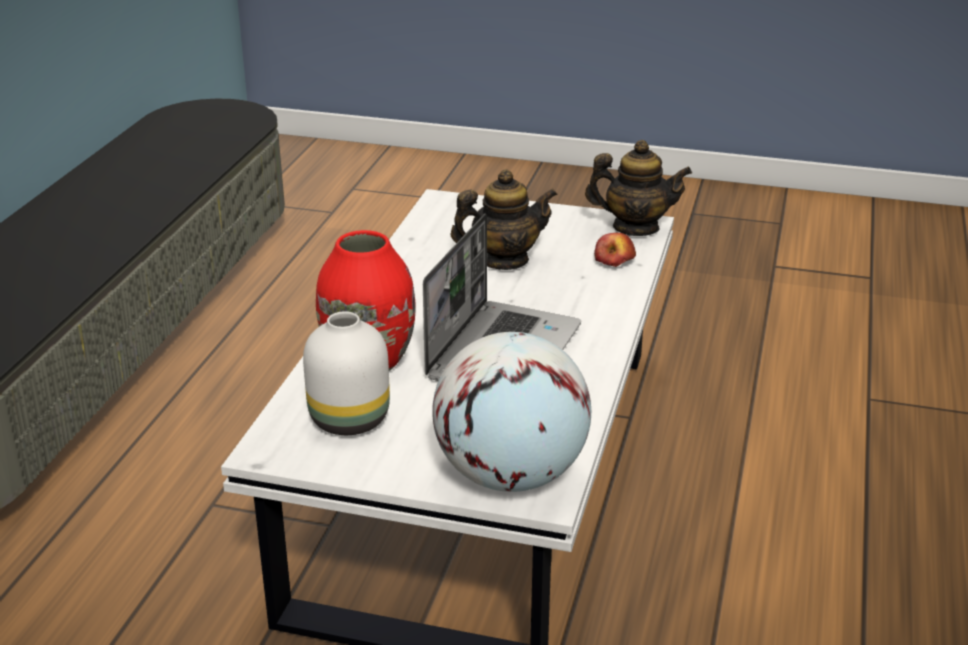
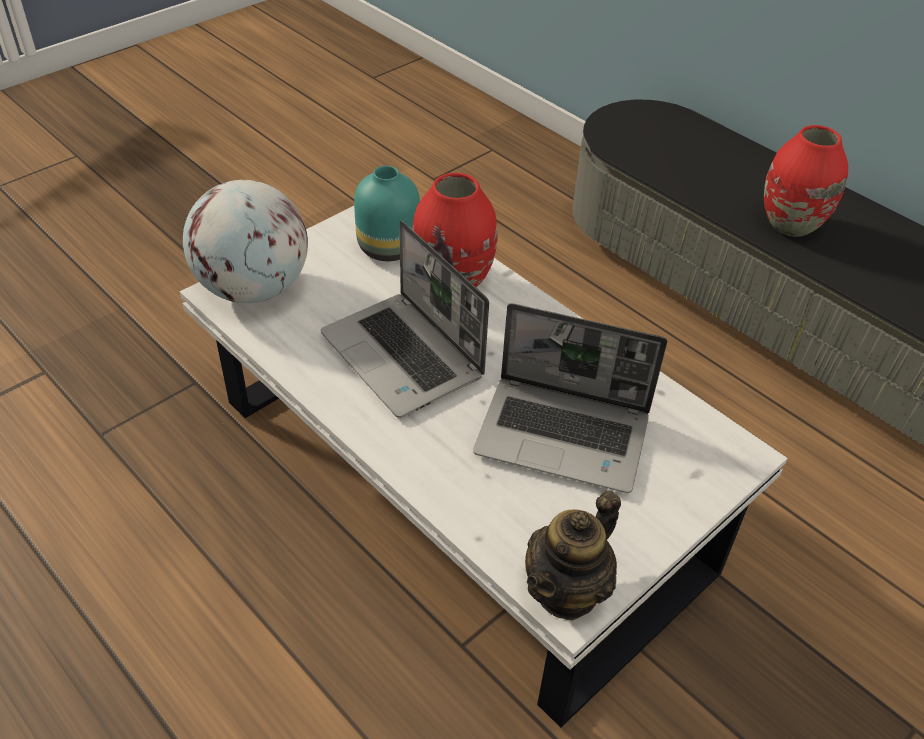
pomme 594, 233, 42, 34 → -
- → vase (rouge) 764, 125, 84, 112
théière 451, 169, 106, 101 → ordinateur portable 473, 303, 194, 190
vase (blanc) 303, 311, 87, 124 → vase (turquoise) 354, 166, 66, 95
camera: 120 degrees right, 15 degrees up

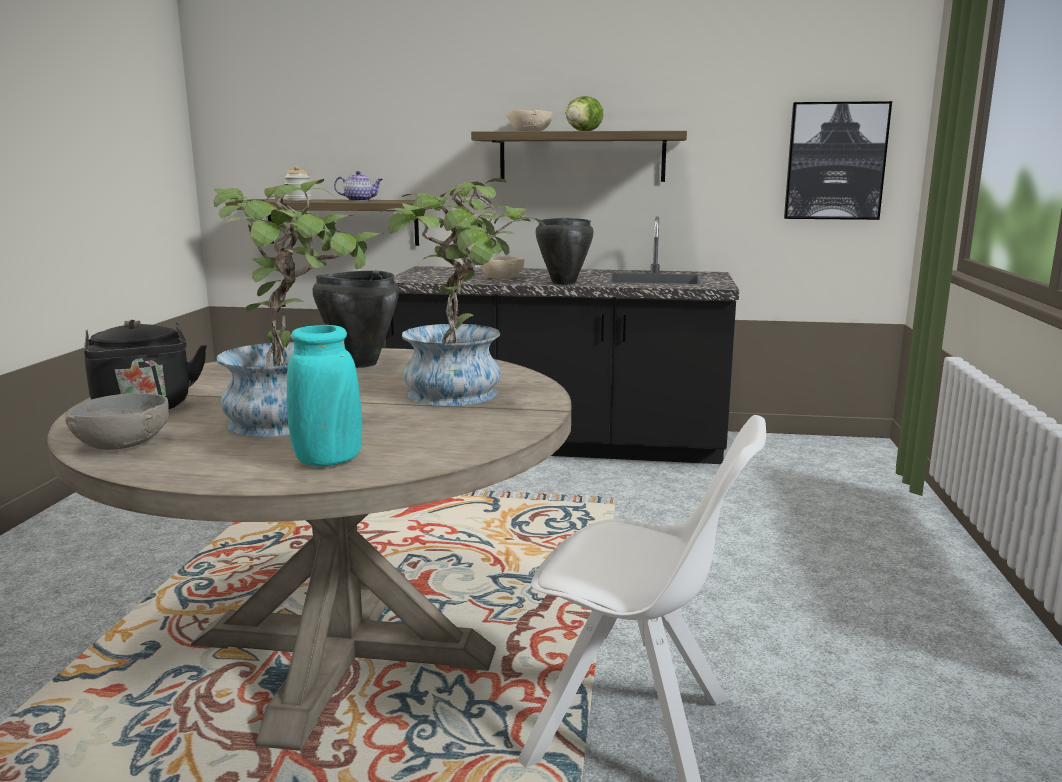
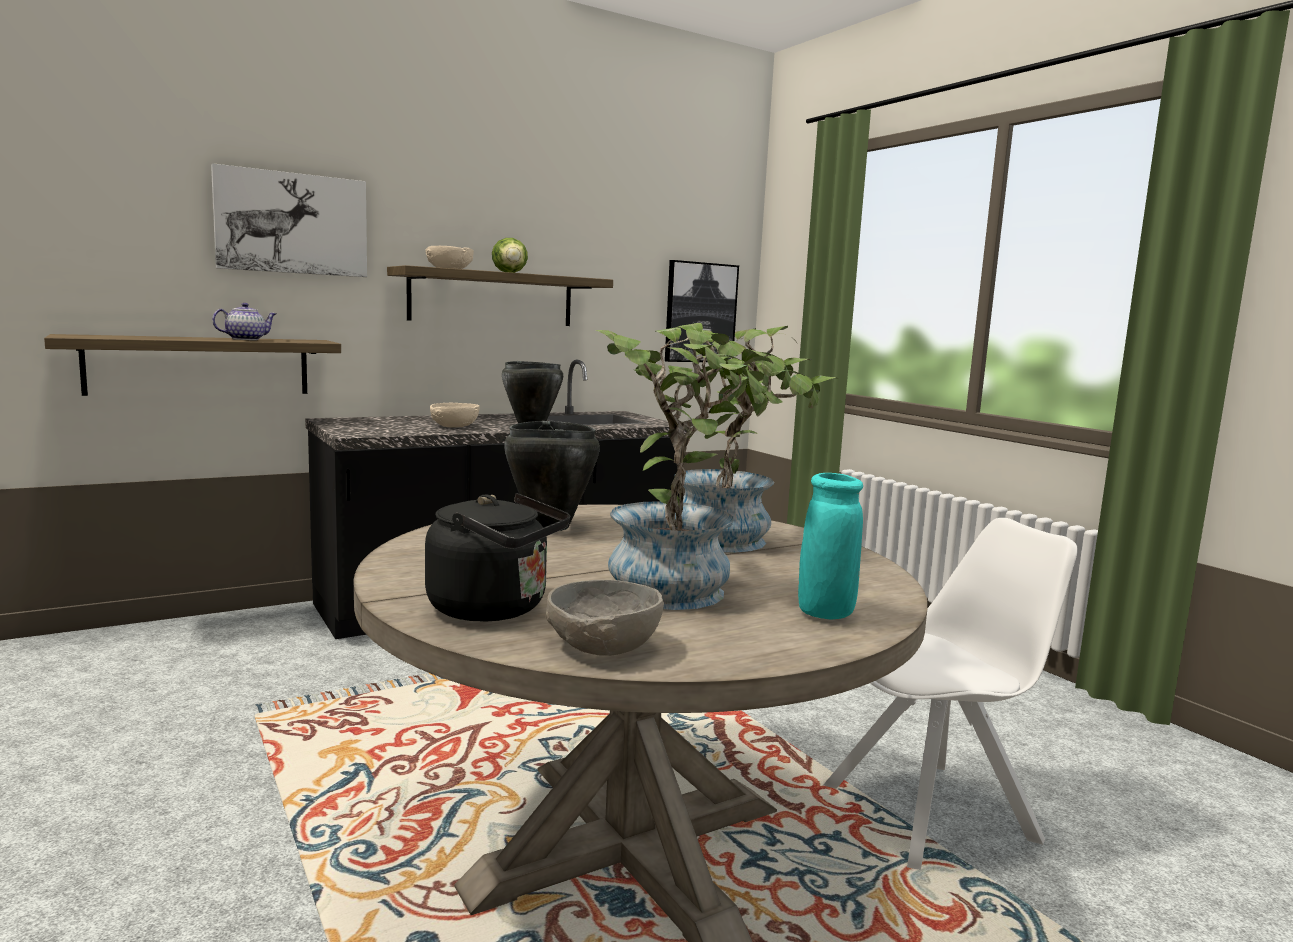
bocal 284, 166, 27, 35 → -
- → tableau 211, 163, 156, 114
camera: 40 degrees left, 5 degrees down

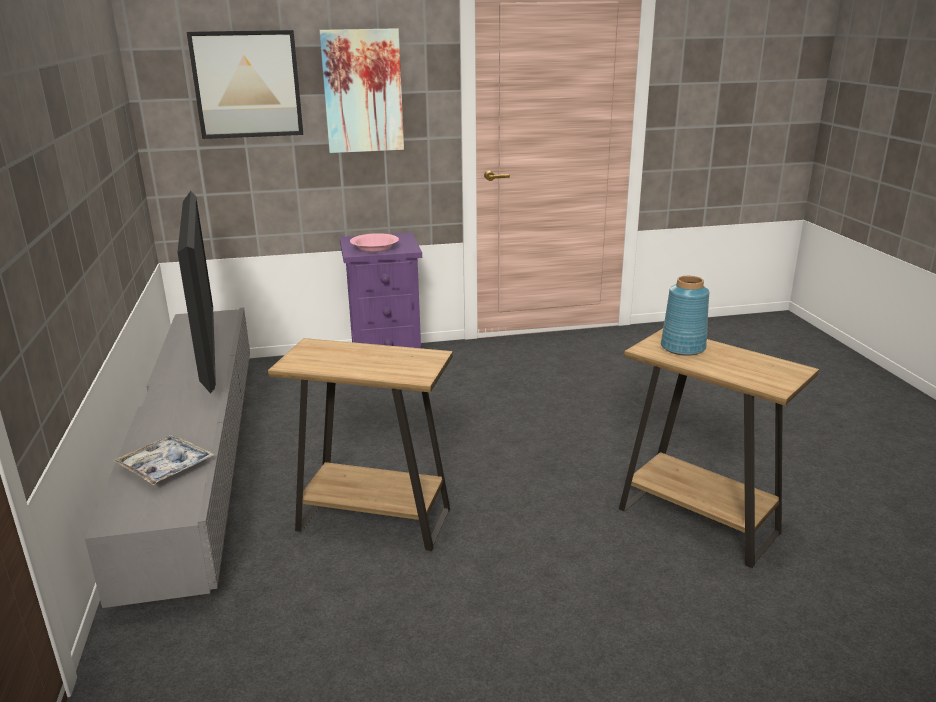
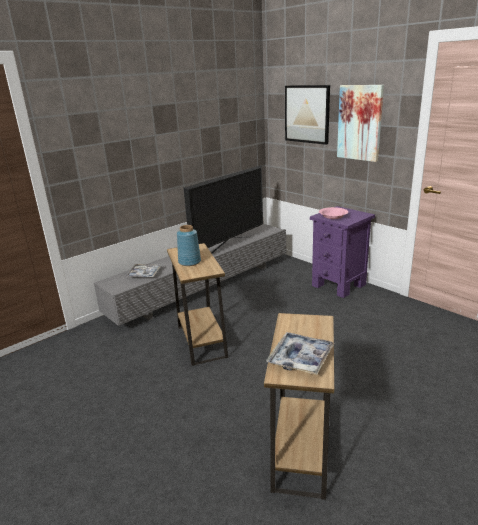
- → plateau 266, 332, 69, 43
vase (bleu) 661, 276, 48, 80 → vase (bleu) 177, 225, 24, 41, moved
camera: 60 degrees right, 0 degrees up

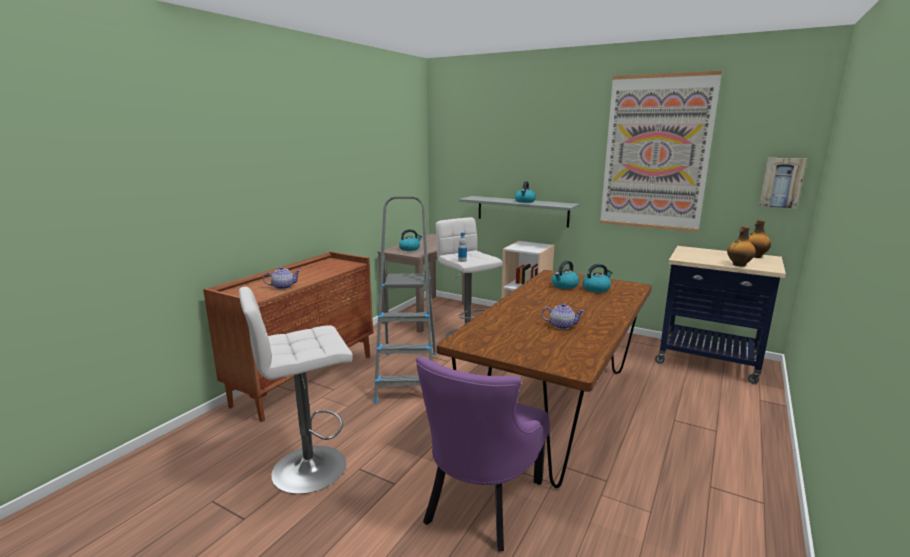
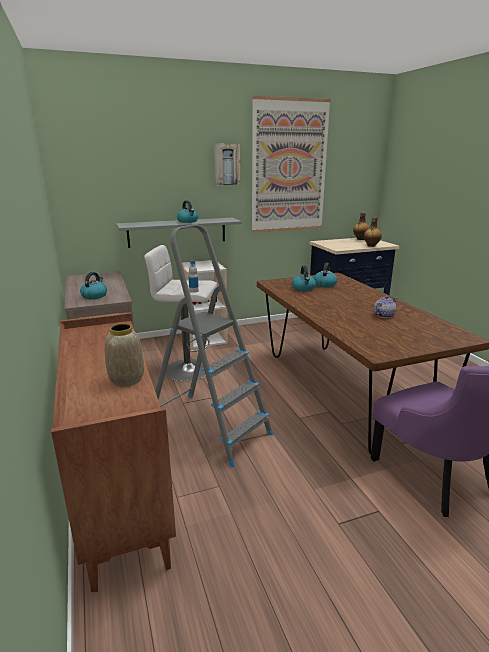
tabouret (blanc) 239, 287, 114, 207 → -
tableau 759, 158, 48, 51 → tableau 214, 144, 26, 41, moved
théière 263, 267, 38, 22 → vase 105, 323, 39, 64
camera: 50 degrees left, 5 degrees up

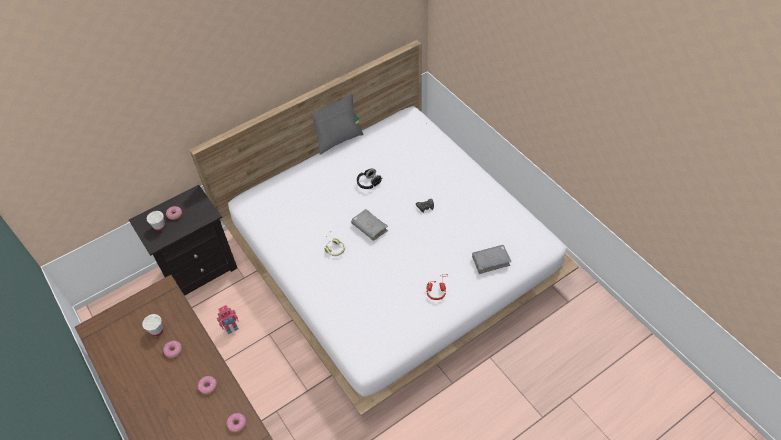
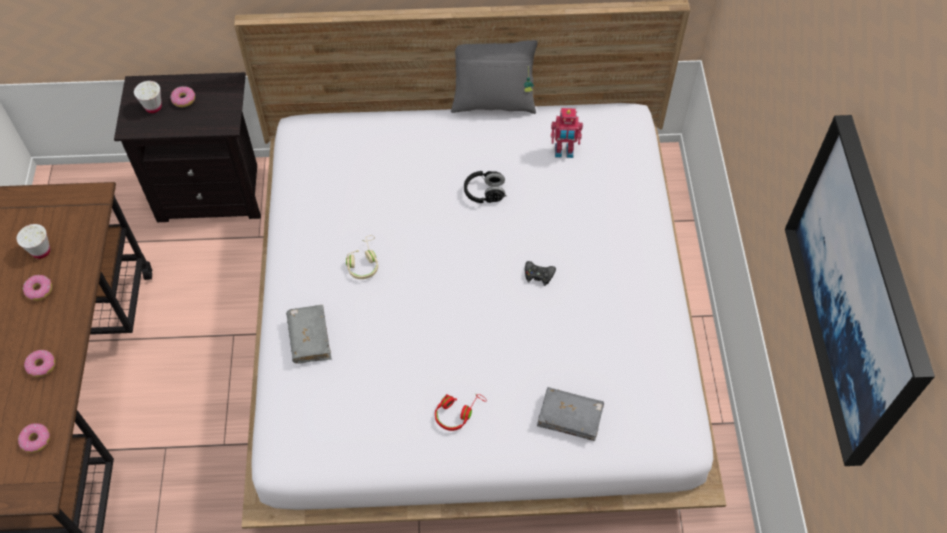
- → tableau 785, 115, 150, 351
robot jouet 217, 305, 22, 29 → robot jouet 551, 108, 32, 50, moved
livre (gris) 351, 209, 37, 32 → livre (gris) 286, 305, 45, 59, moved
camera: 30 degrees right, 5 degrees up

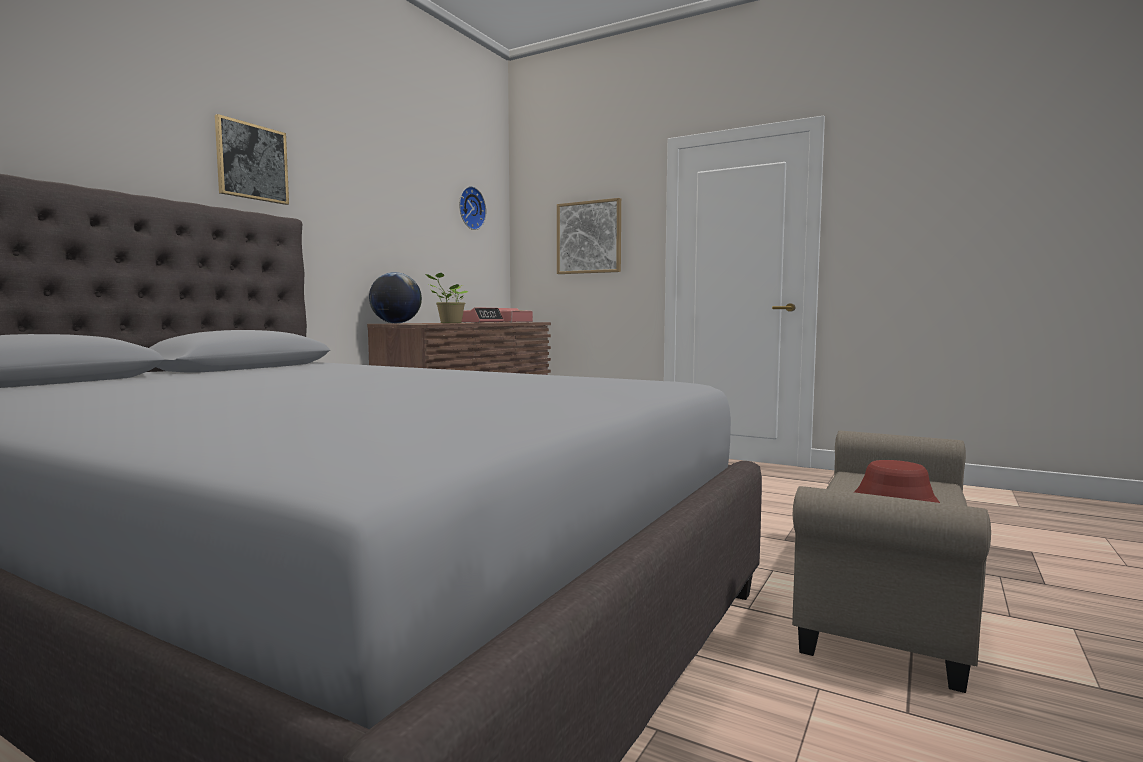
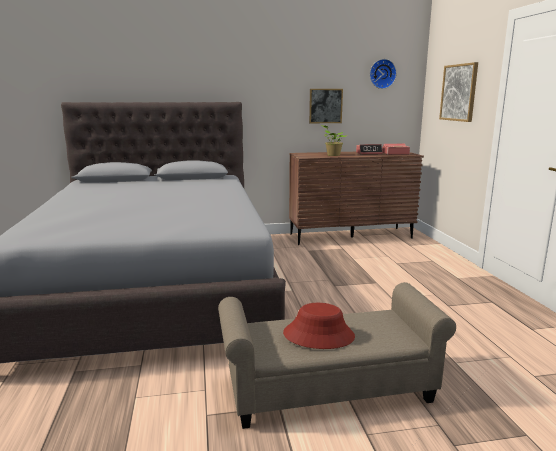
globe 369, 272, 53, 51 → -
tableau 215, 114, 74, 91 → tableau 309, 89, 34, 34, moved
camera: 50 degrees right, 10 degrees up

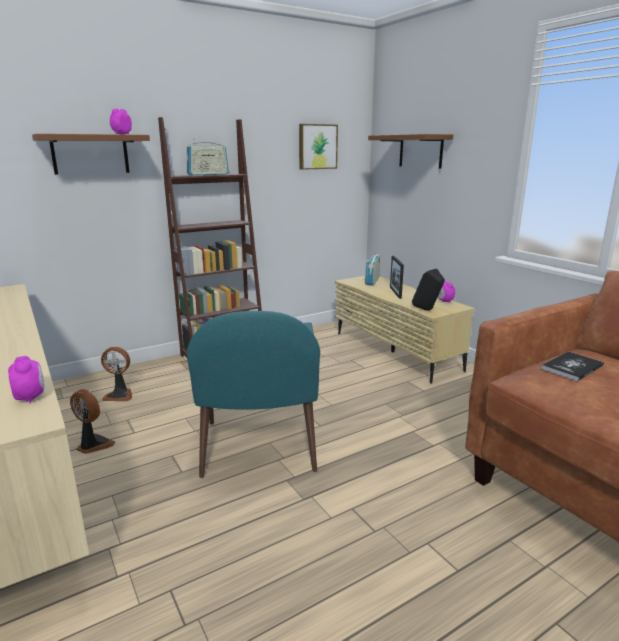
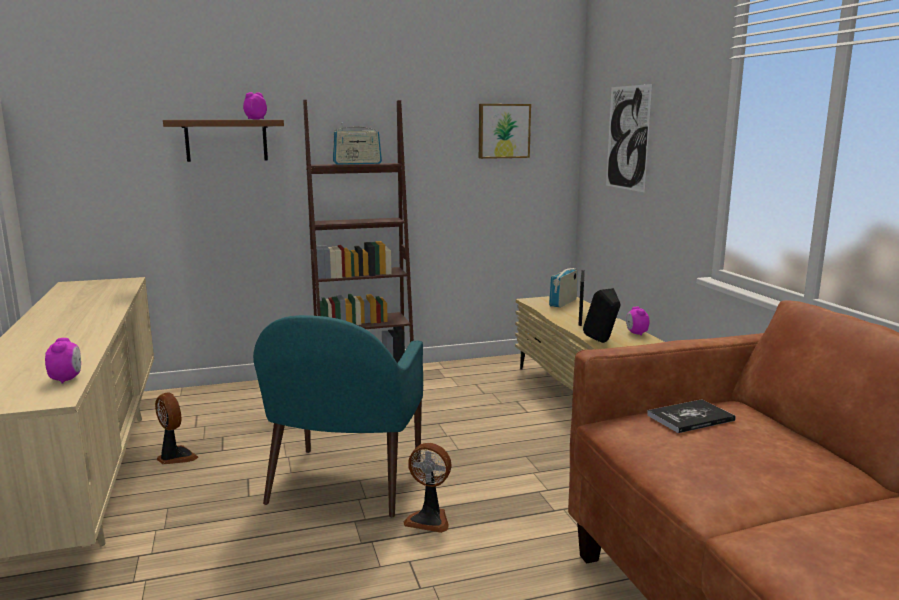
ventilateur 101, 347, 31, 54 → ventilateur 403, 443, 49, 90, moved
étagère (marron) 368, 134, 85, 35 → tableau 606, 84, 46, 108
camera: 15 degrees right, 5 degrees down

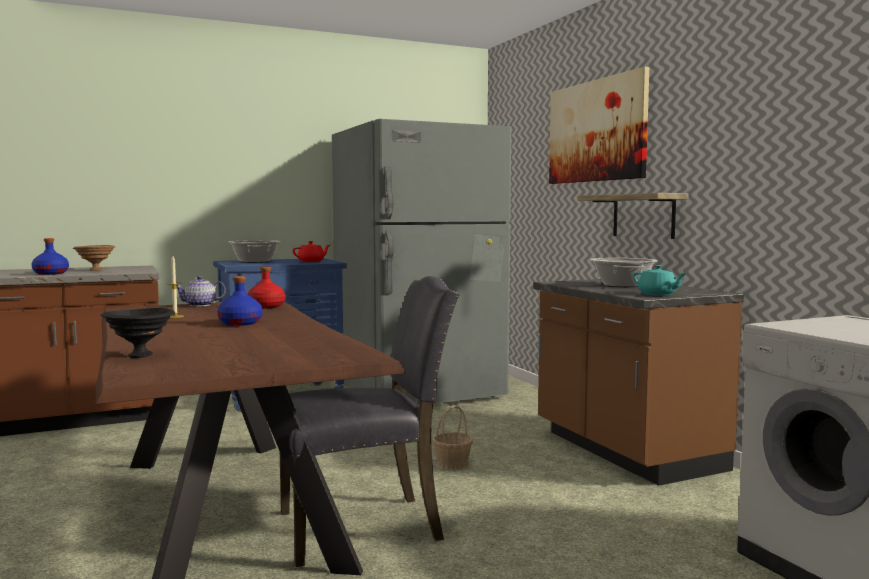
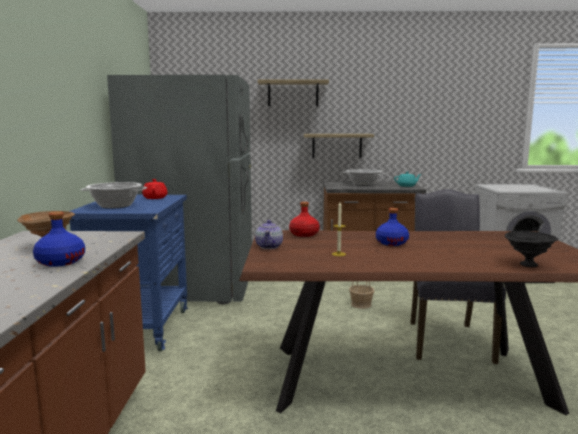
tableau 549, 67, 100, 117 → étagère 258, 80, 71, 26
camera: 65 degrees left, 5 degrees up

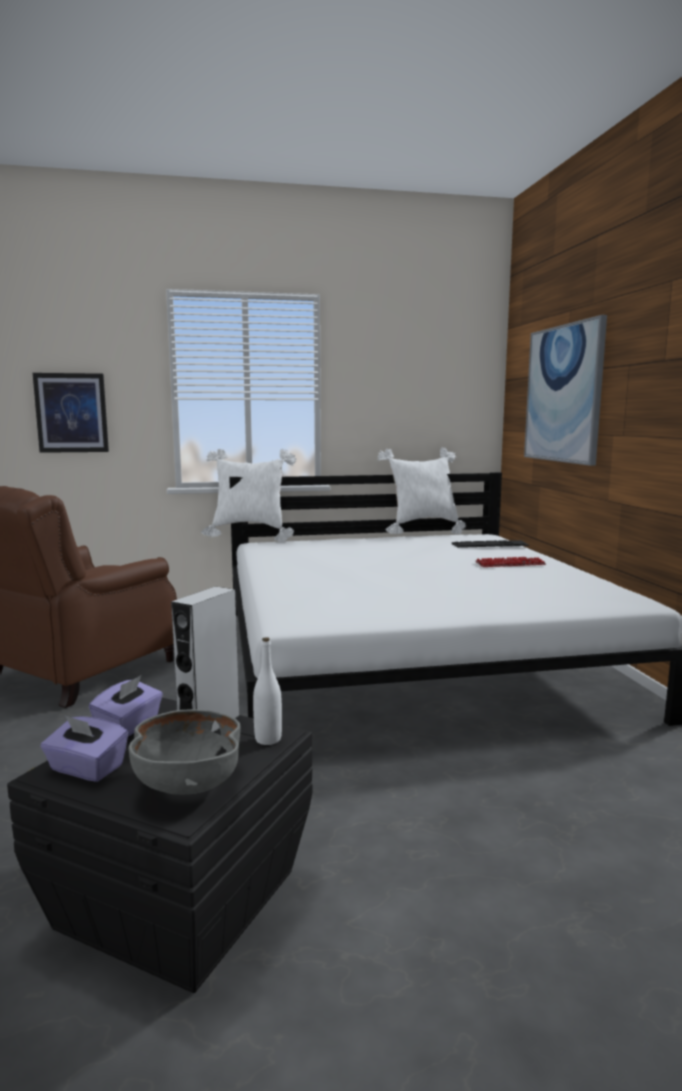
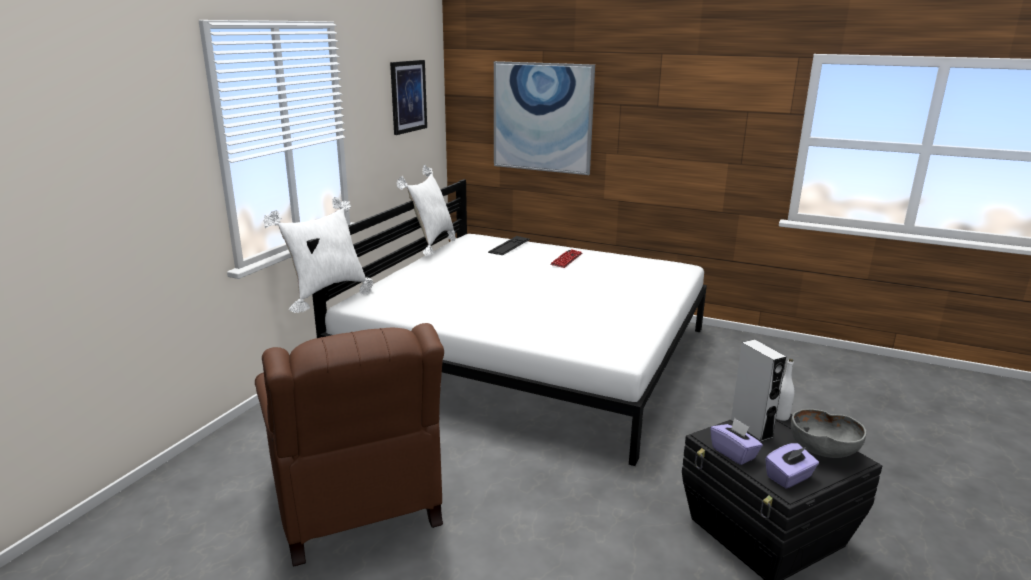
tableau 33, 373, 76, 80 → tableau 390, 60, 37, 75, moved
camera: 55 degrees left, 10 degrees up

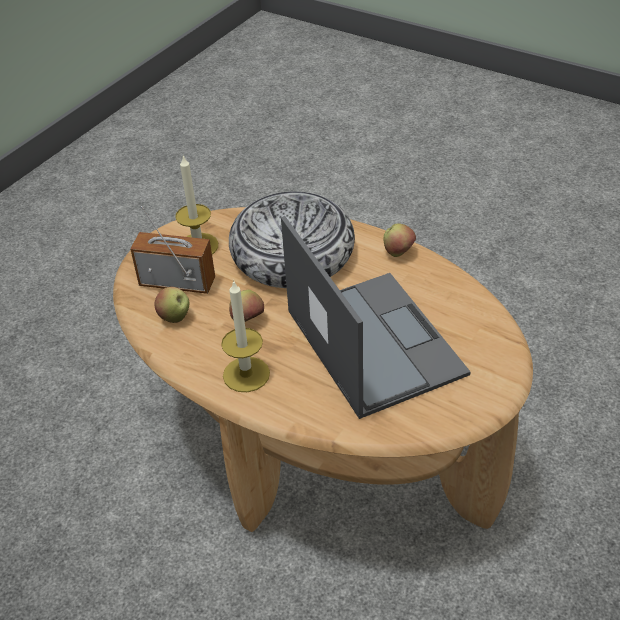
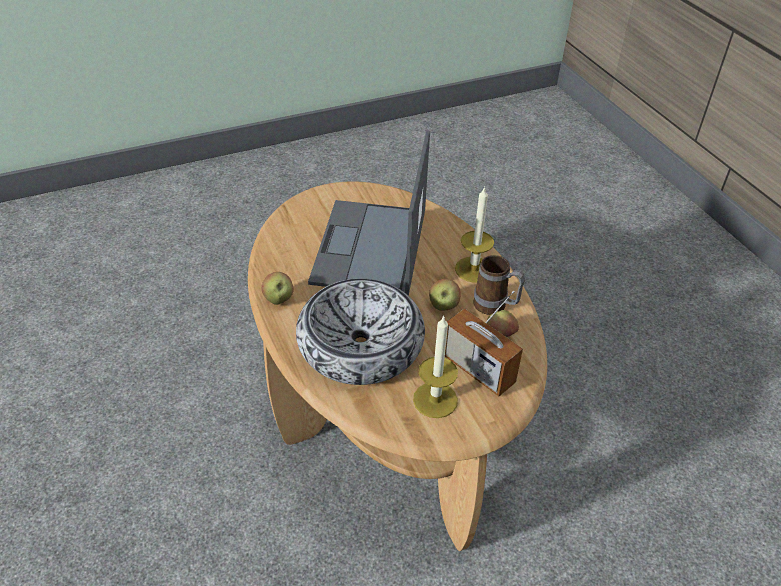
- → mug 474, 255, 51, 60
camera: 150 degrees left, 0 degrees up

